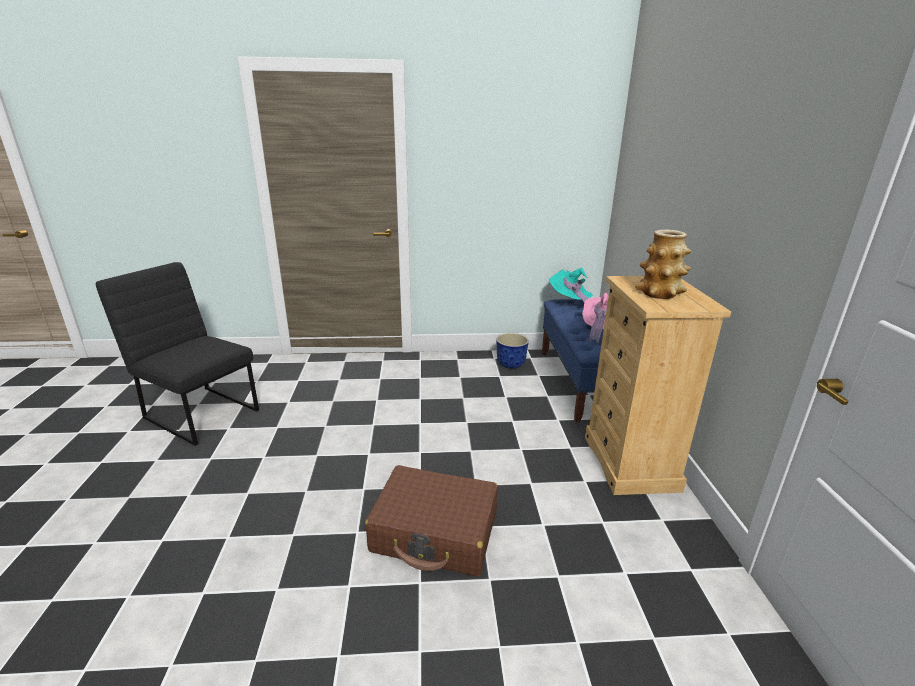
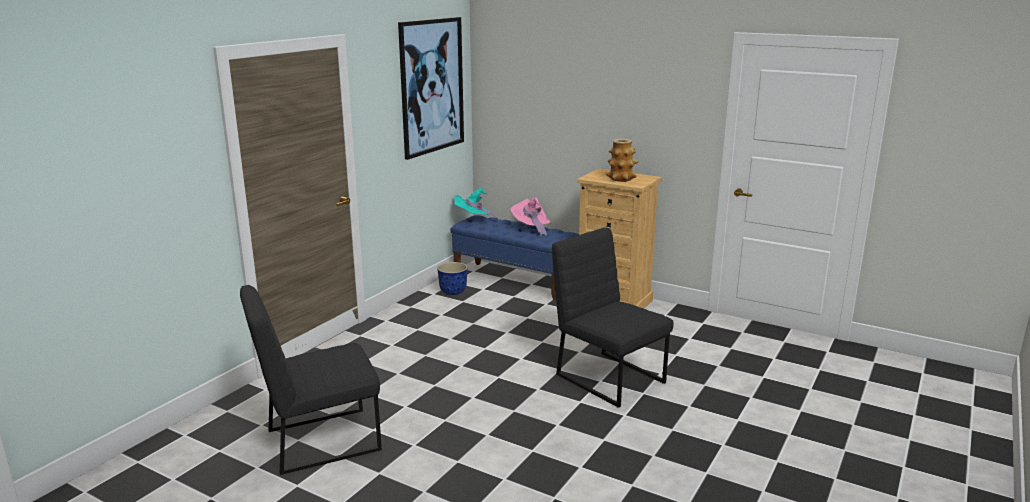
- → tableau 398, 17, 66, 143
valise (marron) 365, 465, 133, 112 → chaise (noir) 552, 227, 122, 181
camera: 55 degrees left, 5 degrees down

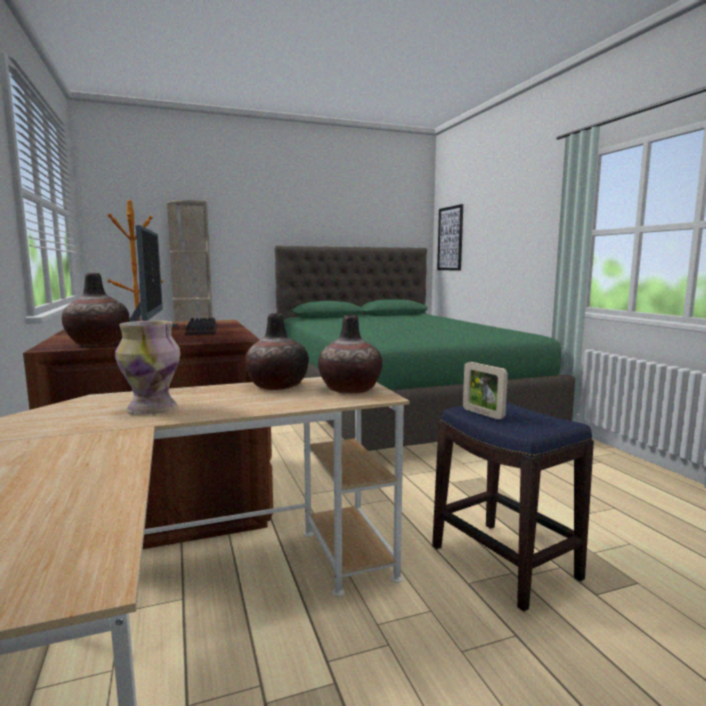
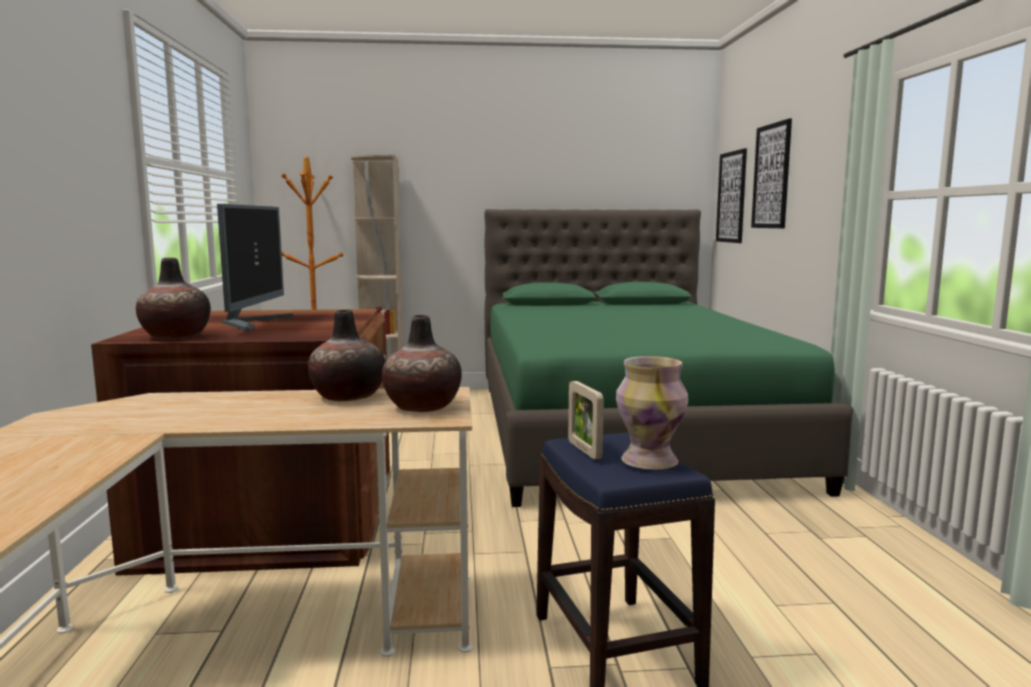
clavier 185, 318, 31, 17 → -
- → tableau 751, 118, 41, 110
vase 115, 320, 65, 94 → vase 616, 356, 72, 114, moved
camera: 15 degrees right, 0 degrees up

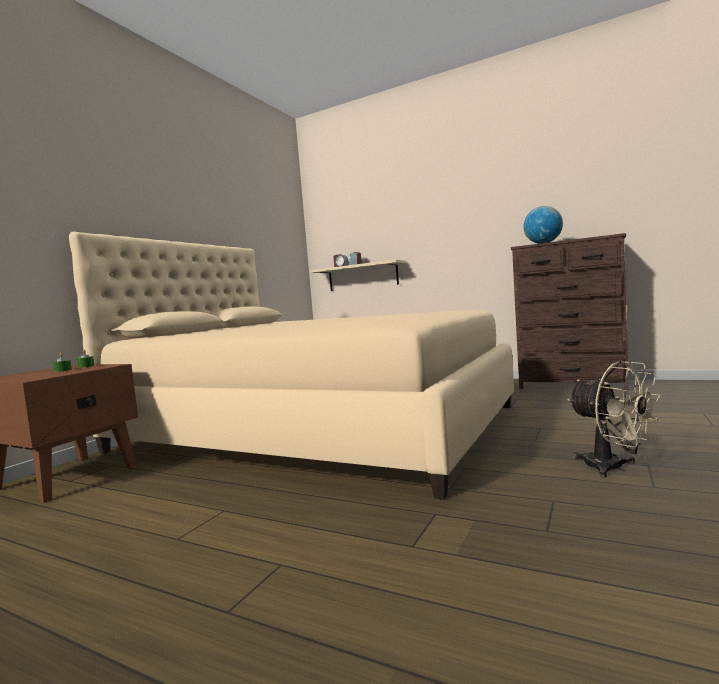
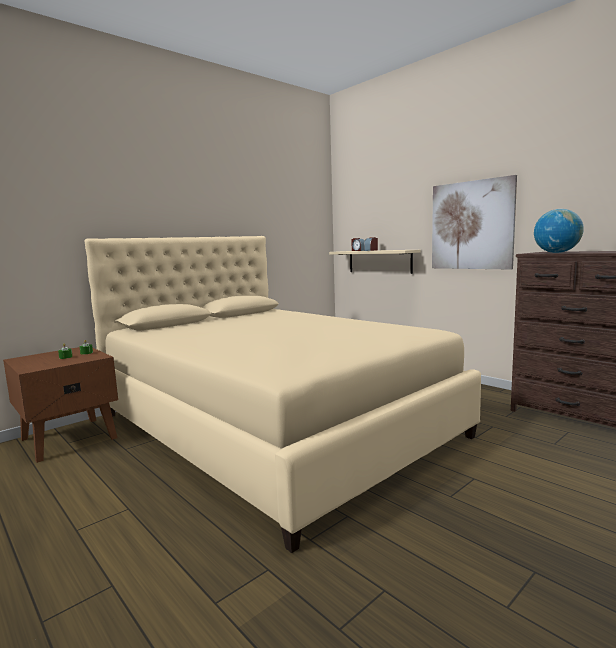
ventilateur (beige) 567, 361, 94, 117 → -
- → tableau 432, 175, 85, 95
camera: 20 degrees right, 5 degrees up

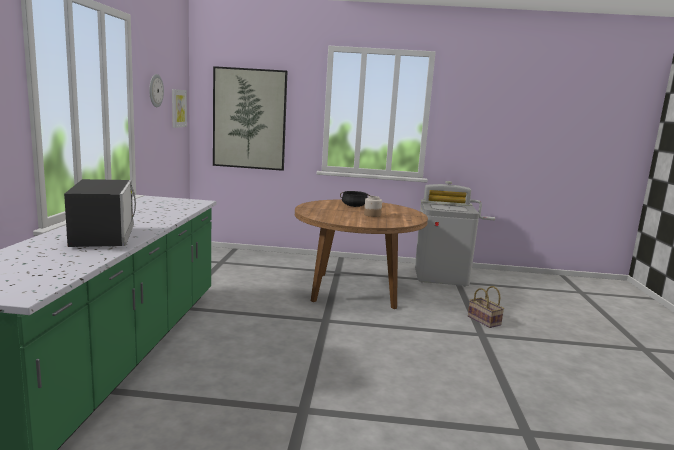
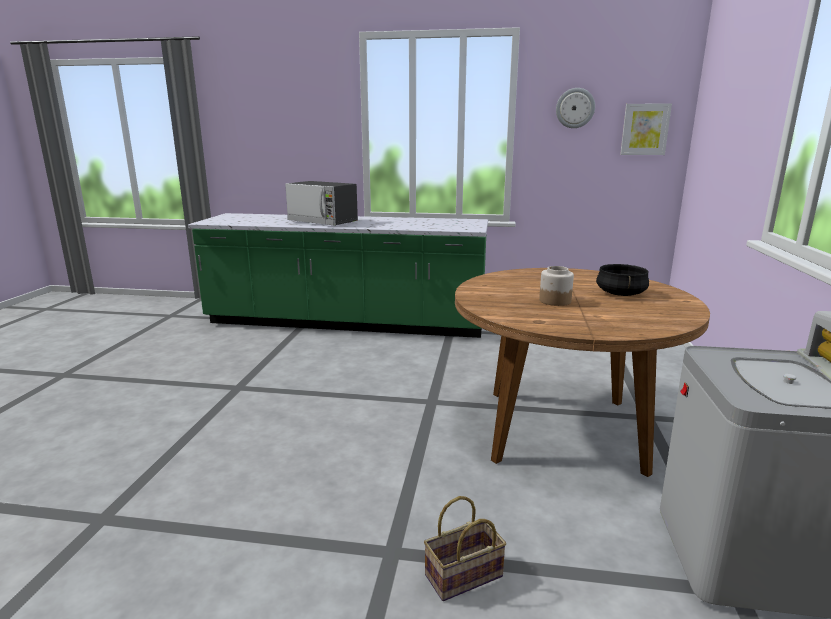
tableau 213, 66, 74, 105 → -
micro-ondes 64, 179, 72, 68 → micro-ondes 285, 181, 73, 45, 45 degrees clockwise
camera: 95 degrees right, 5 degrees up

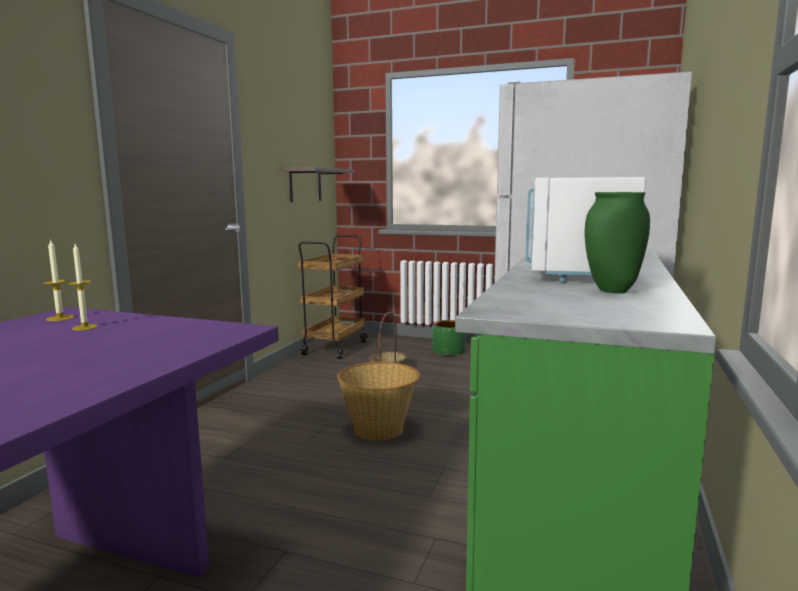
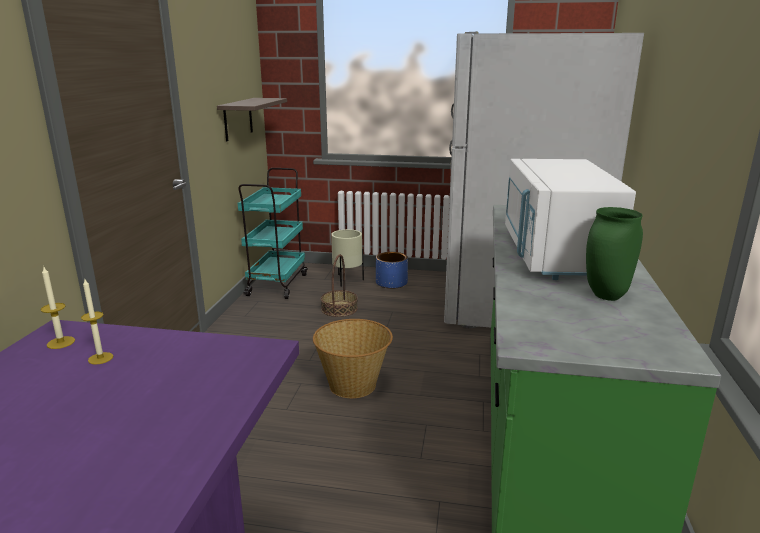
- → cache-pot (beige) 331, 229, 33, 58
chariot (marron) 298, 235, 70, 124 → chariot (turquoise) 238, 168, 70, 131
cache-pot (vert) 432, 320, 33, 36 → cache-pot (bleu) 376, 252, 32, 37
camera: 10 degrees left, 10 degrees up

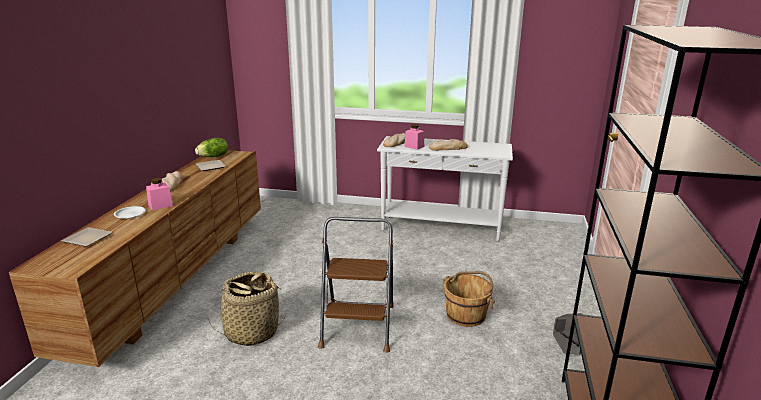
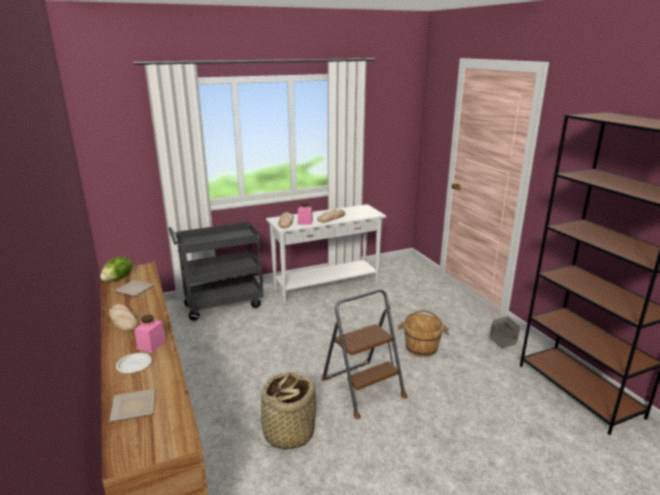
- → chariot (gris) 168, 222, 96, 99
camera: 35 degrees left, 0 degrees up

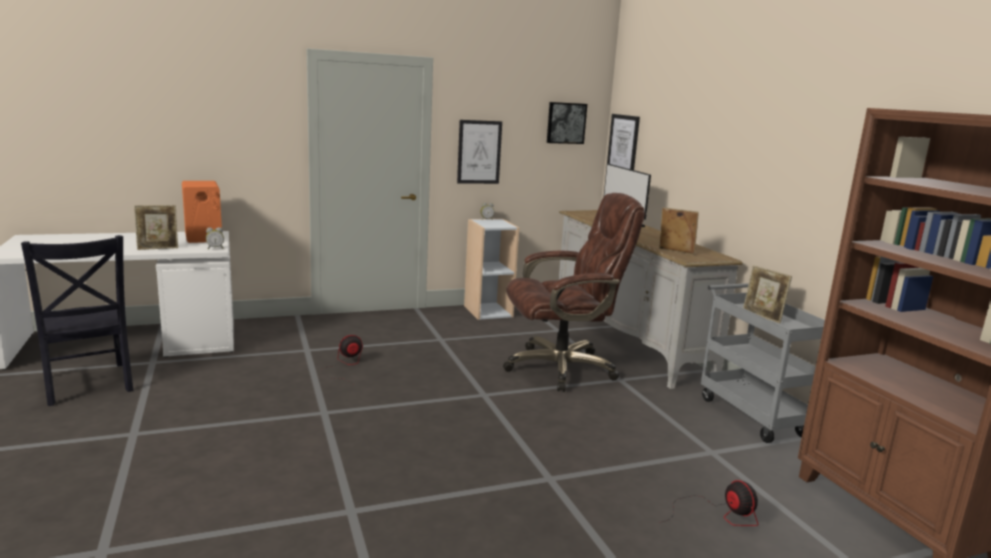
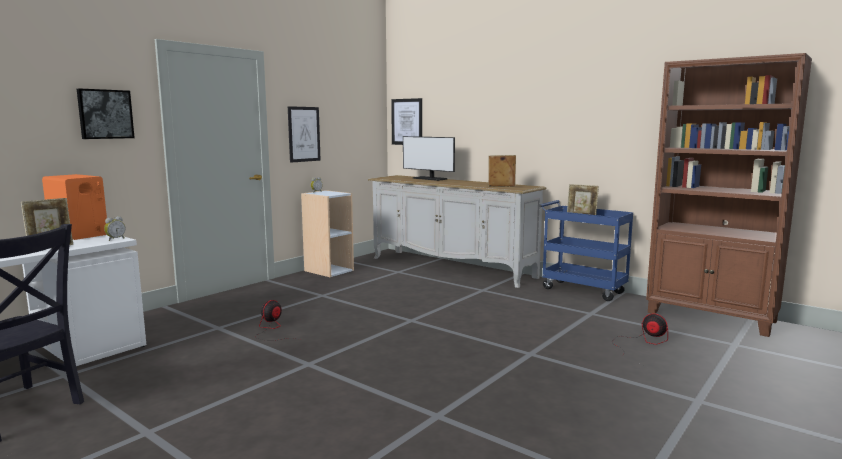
chaise de bureau (marron) 503, 193, 142, 199 → -
tableau 547, 102, 40, 42 → tableau 77, 88, 58, 51, moved
chariot (gris) 701, 283, 124, 160 → chariot (bleu) 539, 200, 94, 101
camera: 30 degrees left, 5 degrees down

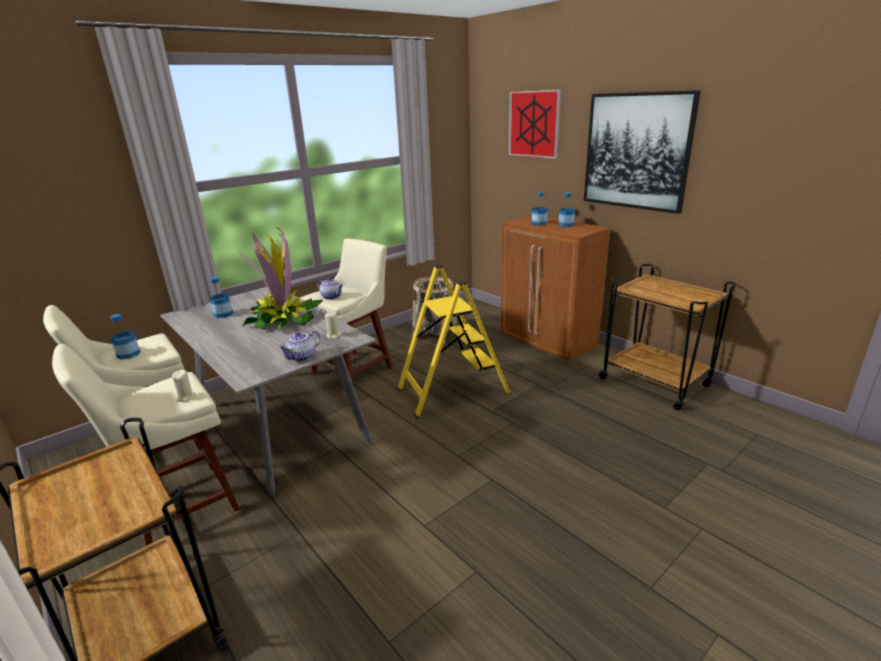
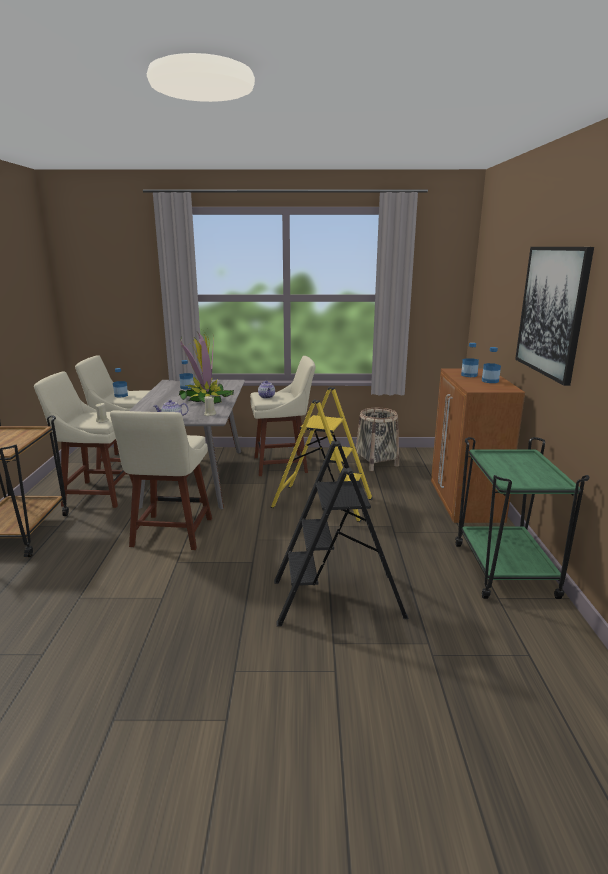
tableau 509, 90, 52, 68 → -
- → tabouret (beige) 110, 411, 102, 139
- → escabeau (noir) 274, 441, 135, 186
chariot (marron) 597, 264, 139, 146 → chariot (vert) 455, 437, 134, 162
camera: 40 degrees right, 5 degrees down

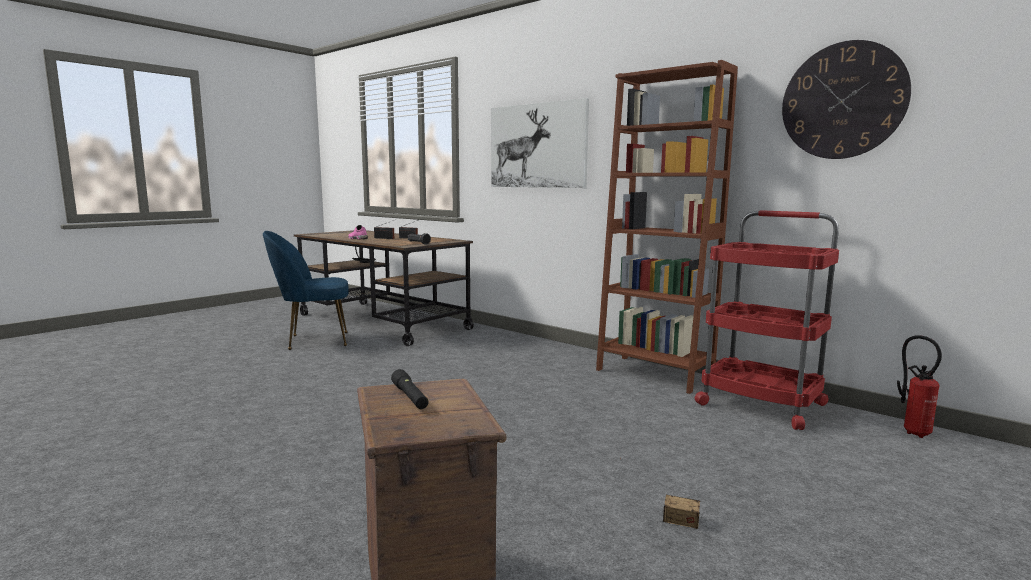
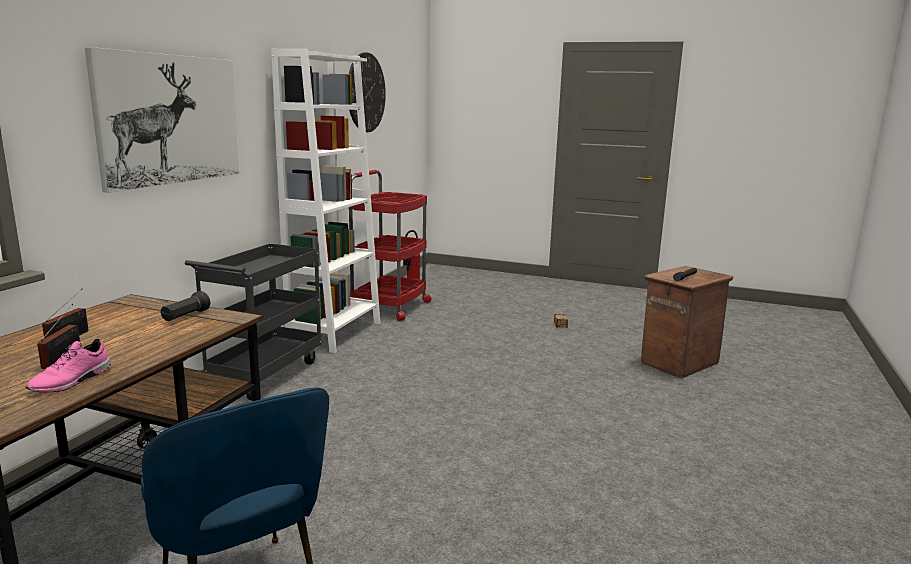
- → chariot (gris) 185, 244, 136, 157
bibliothèque (marron) 596, 60, 142, 334 → bibliothèque (blanc) 271, 48, 109, 305
camera: 110 degrees left, 5 degrees up

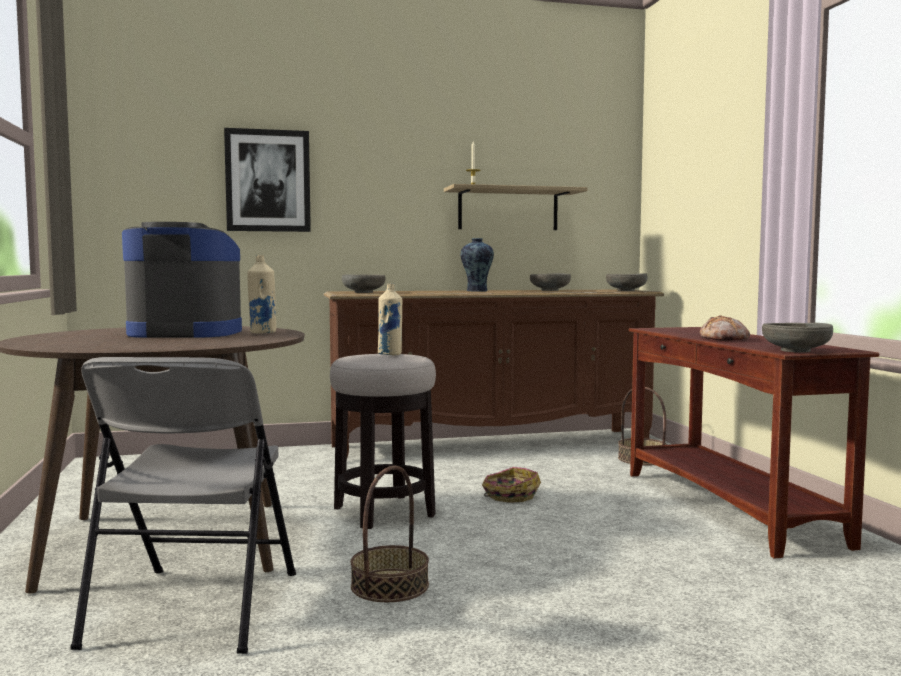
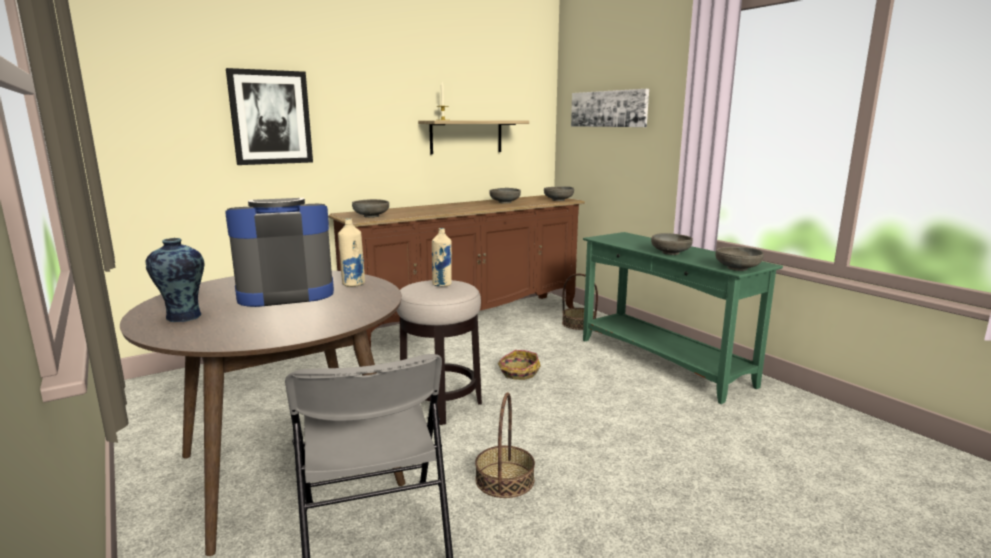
- → tableau 571, 89, 78, 38
vase 460, 238, 34, 54 → vase 145, 238, 59, 84, moved
pain 700, 315, 50, 26 → bol (gris) 651, 233, 42, 22
table console (marron) 629, 327, 250, 232 → table console (vert) 583, 232, 200, 172
camera: 20 degrees left, 10 degrees up

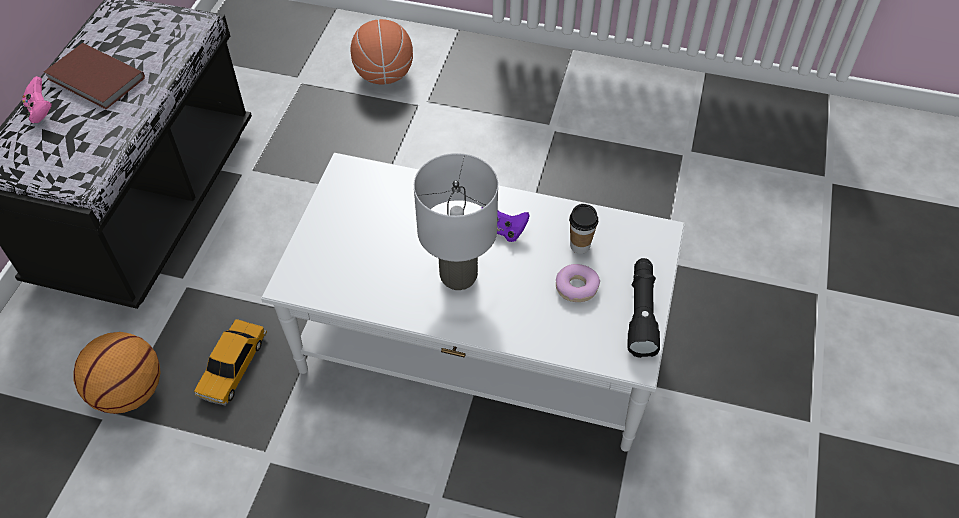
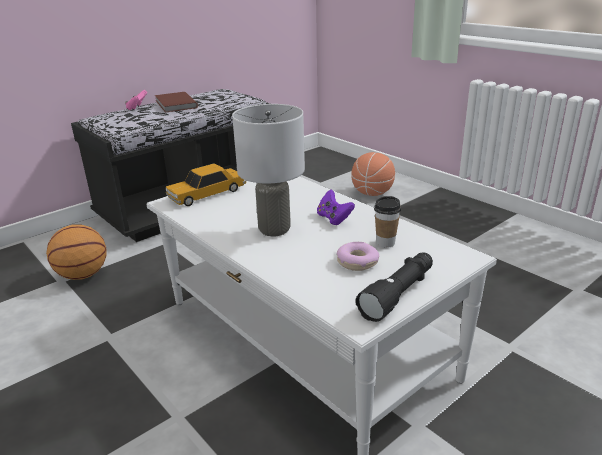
petite voiture 194, 319, 73, 87 → petite voiture 166, 163, 80, 43, moved
camera: 35 degrees right, 25 degrees down

